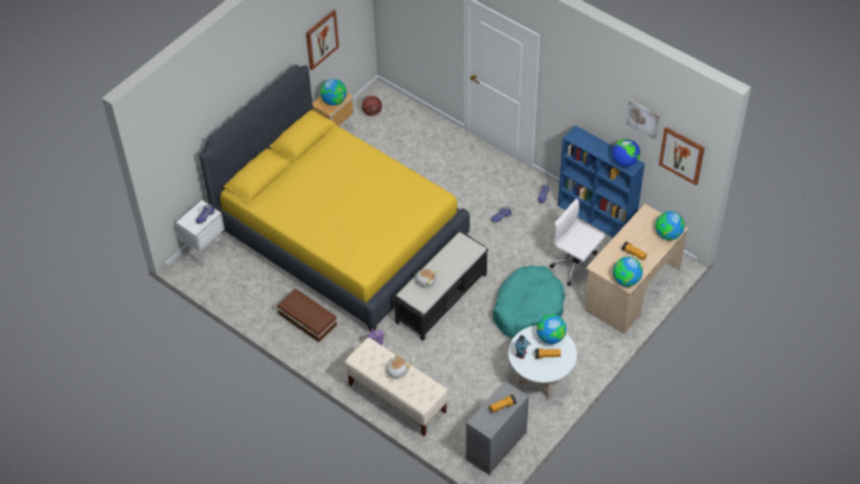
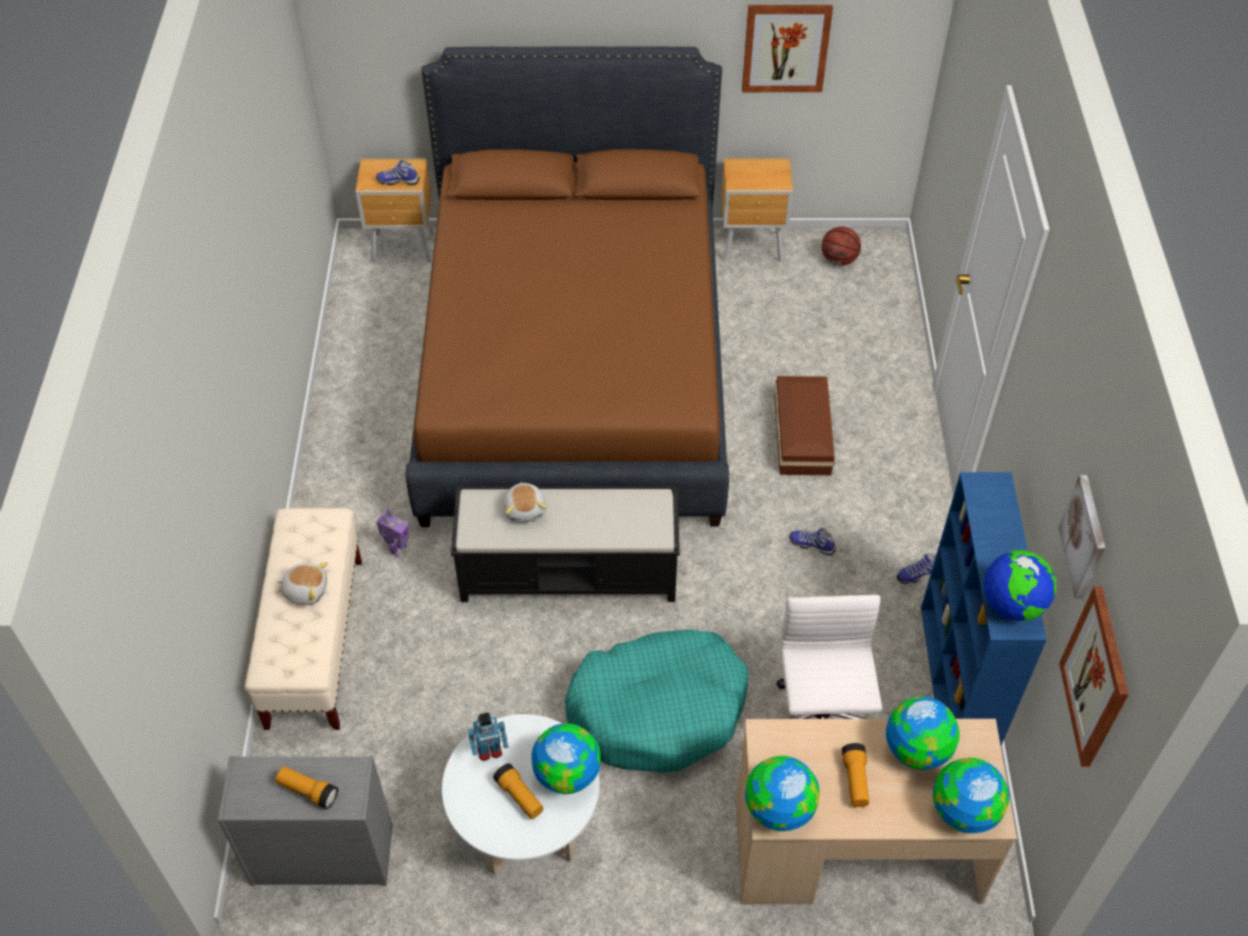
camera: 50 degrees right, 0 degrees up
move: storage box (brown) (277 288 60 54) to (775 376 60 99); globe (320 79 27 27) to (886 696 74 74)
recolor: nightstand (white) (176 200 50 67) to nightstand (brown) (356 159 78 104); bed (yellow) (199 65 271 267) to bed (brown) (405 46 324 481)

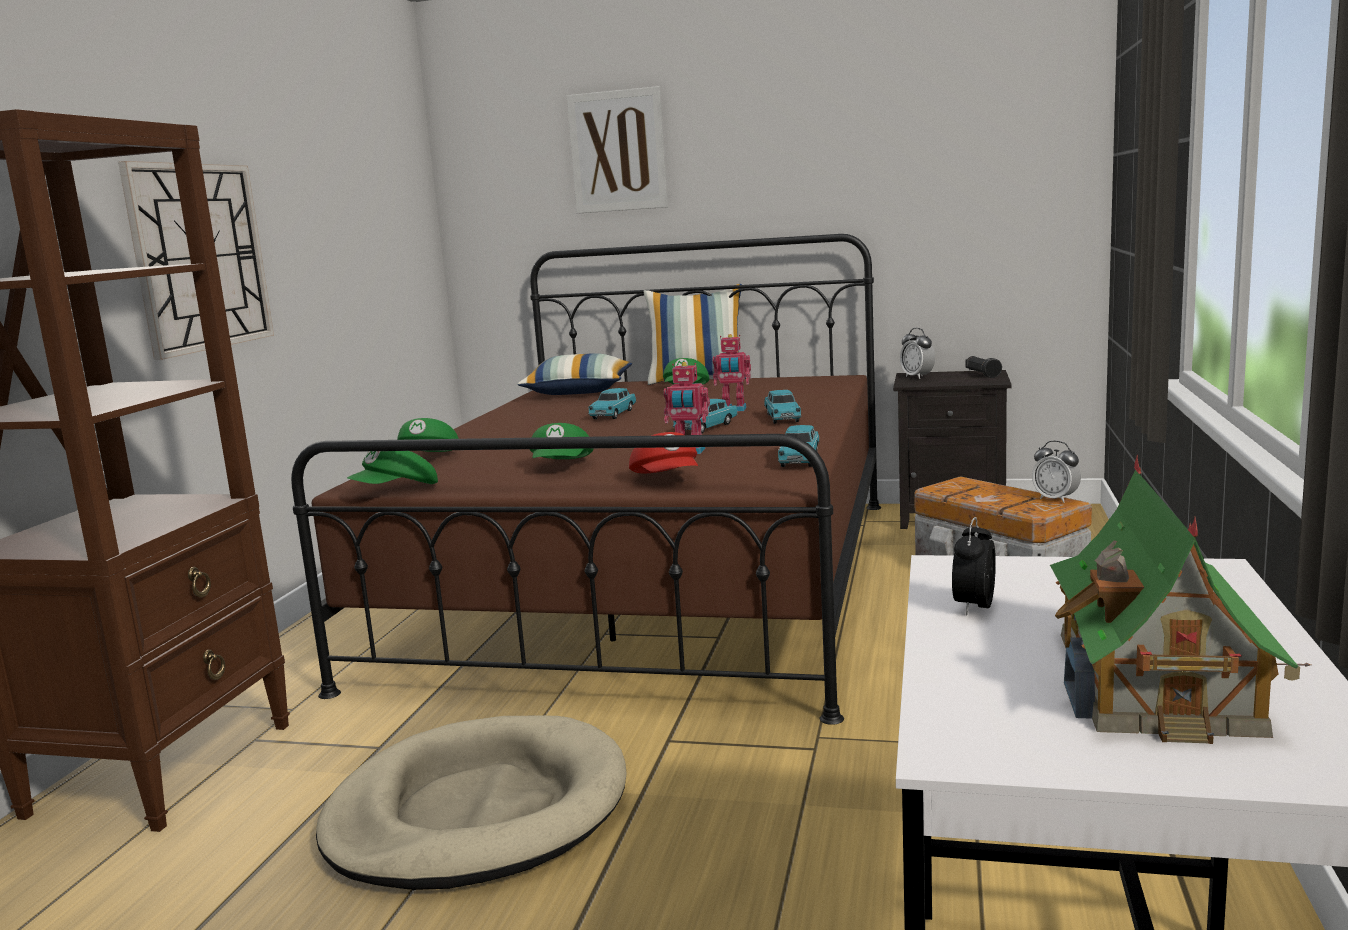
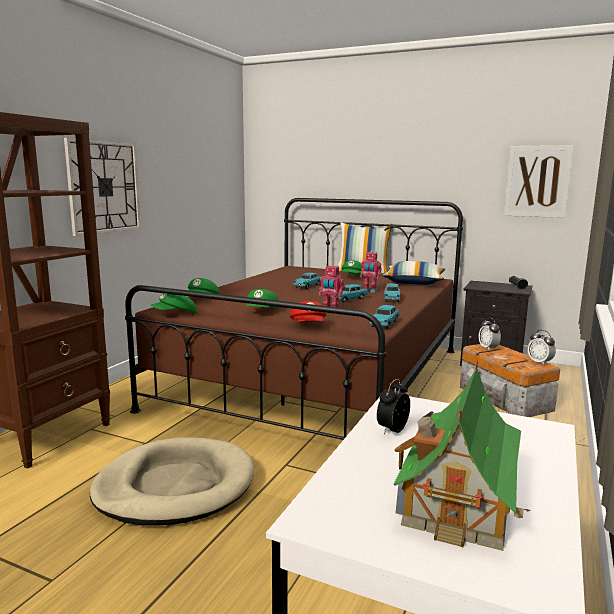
camera: 10 degrees right, 0 degrees up
move: pillow (517 353 115 42) to (383 261 62 24); picture (567 86 101 128) to (504 145 70 73); alarm clock (900 328 35 51) to (479 318 22 32)

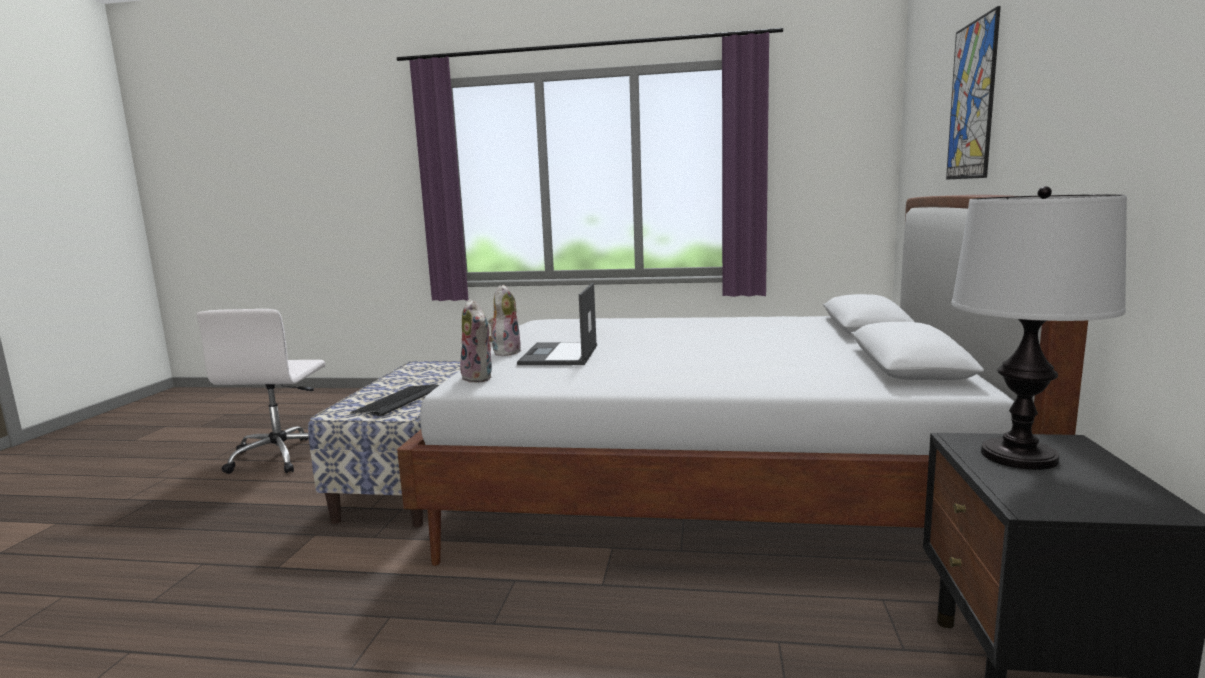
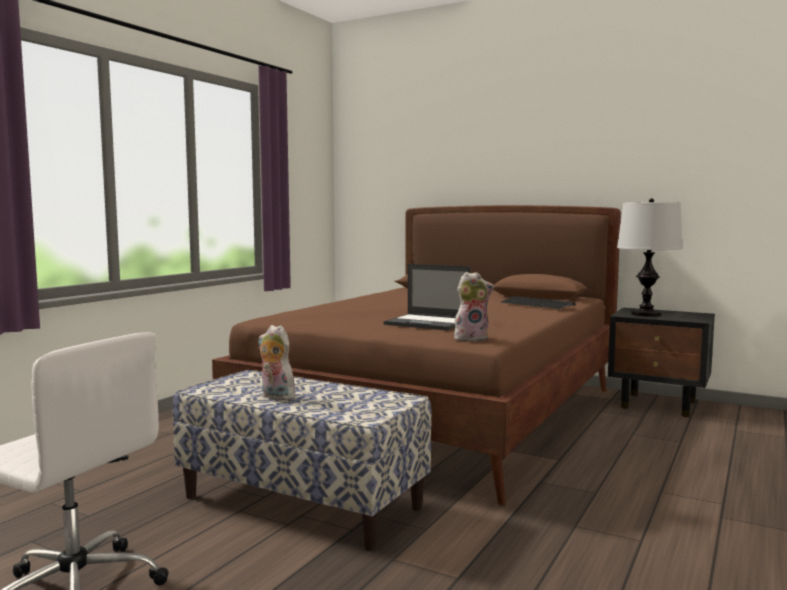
camera: 70 degrees left, 5 degrees down
delete: picture (946 6 55 174)
move: keyboard (350 384 89 32) to (501 296 75 13); plush toy (488 285 34 71) to (258 325 40 75)
recolor: bed (white) (397 195 691 371) to bed (brown) (212 205 409 300)

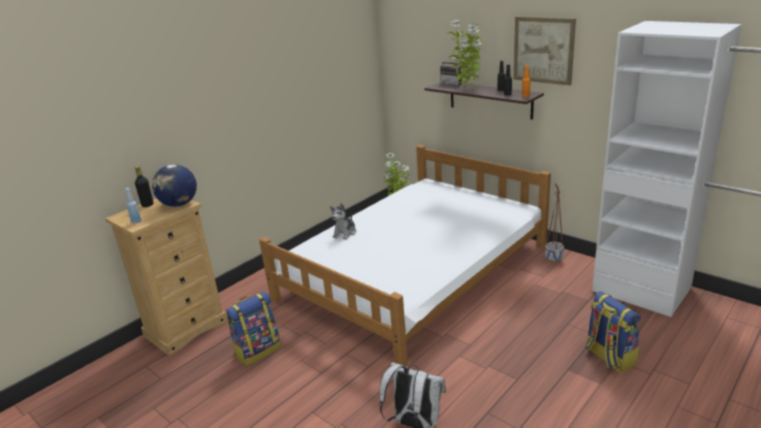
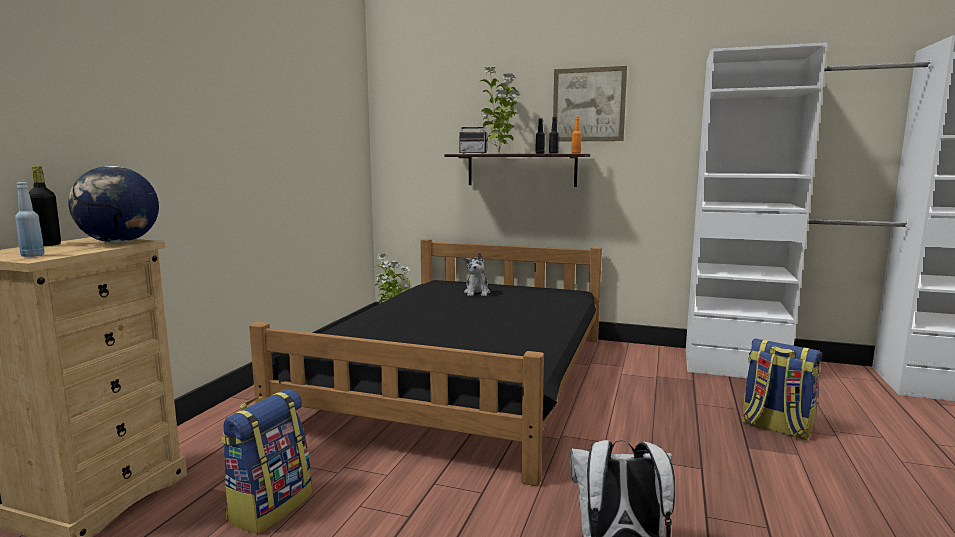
camera: 25 degrees left, 15 degrees down
delete: planter (545 183 19 80)
move: plush toy (330 203 26 37) to (463 252 27 44)
recolor: bed (white) (259 145 292 222) to bed (black) (249 239 353 247)

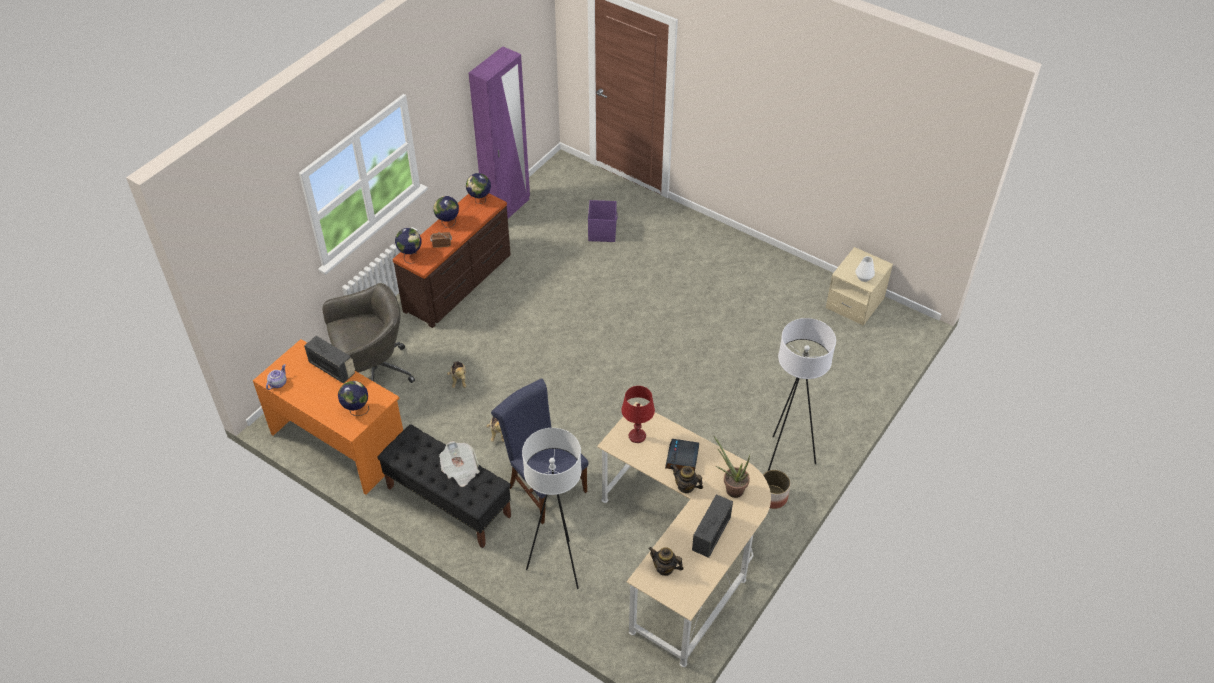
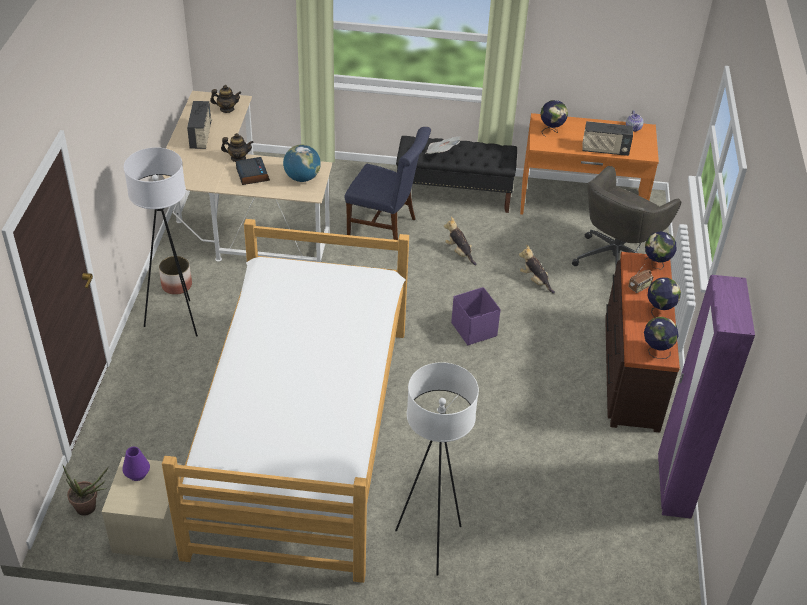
camera: 150 degrees right, 5 degrees down
insert: bed (162 219 247 364)
move: floor lamp (white) (522 428 60 161) to (395 362 84 214); storage box (purple) (588 200 30 42) to (451 287 50 58); potted plant (713 435 37 63) to (63 466 45 50)
replace: table lamp (red) (621 386 34 57) to globe (283 144 38 38)
recolor: vase (white) (855 256 20 26) to vase (purple) (122 447 28 34)

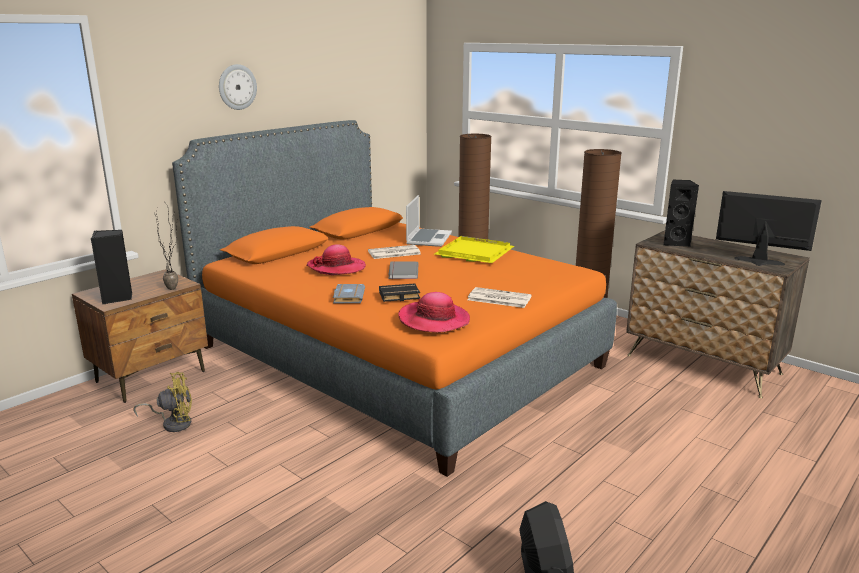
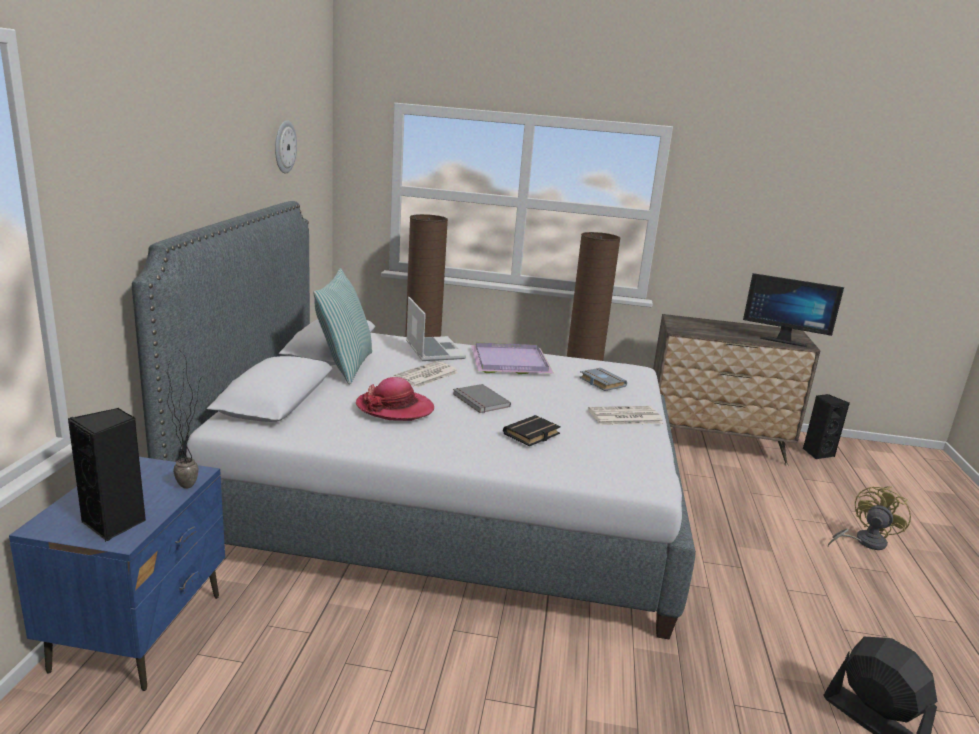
camera: 35 degrees left, 0 degrees up
delete: hat (398 292 72 41)
insert: pillow (313 268 59 116)
move: fan (yellow) (133 372 59 60) to (828 486 83 64); wall clock (219 64 38 46) to (275 120 22 54); book (grey) (333 284 32 19) to (579 368 48 23); speaker (black) (664 180 35 67) to (803 394 47 66)
recolor: nightstand (brown) (72 269 136 134) to nightstand (blue) (9 457 216 234); bed (orange) (172 120 445 357) to bed (grey) (132 201 564 438); tray (yellow) (434 236 80 27) to tray (purple) (471 343 82 31)
rotate: monitor (716 191 106 75) = (743 273 101 74) 150 degrees counterclockwise

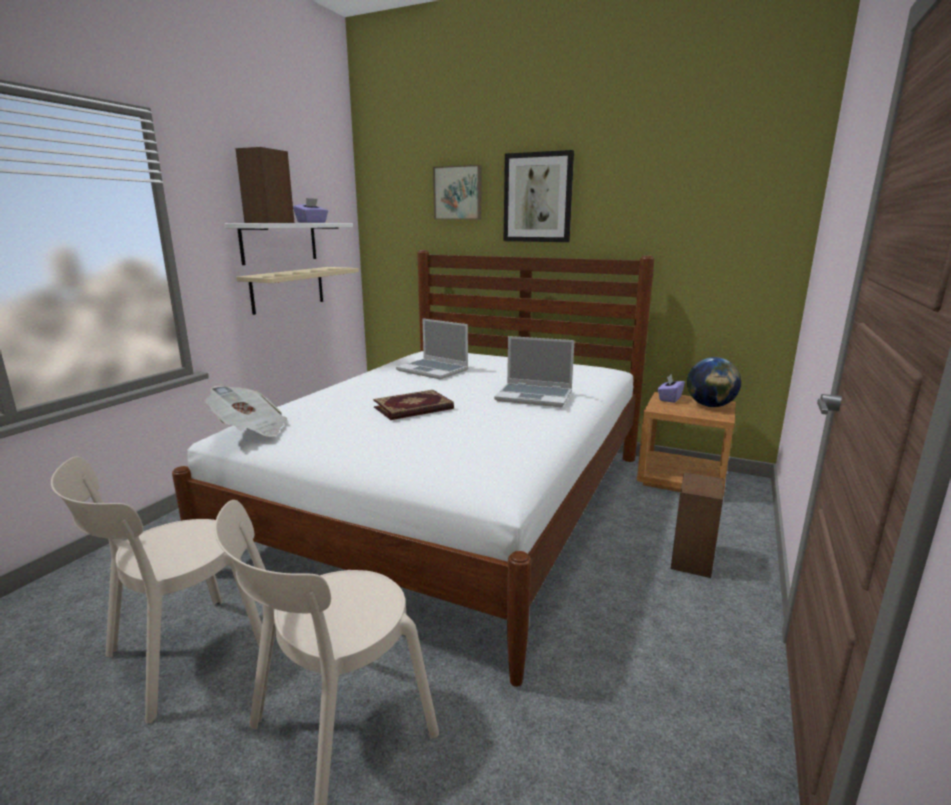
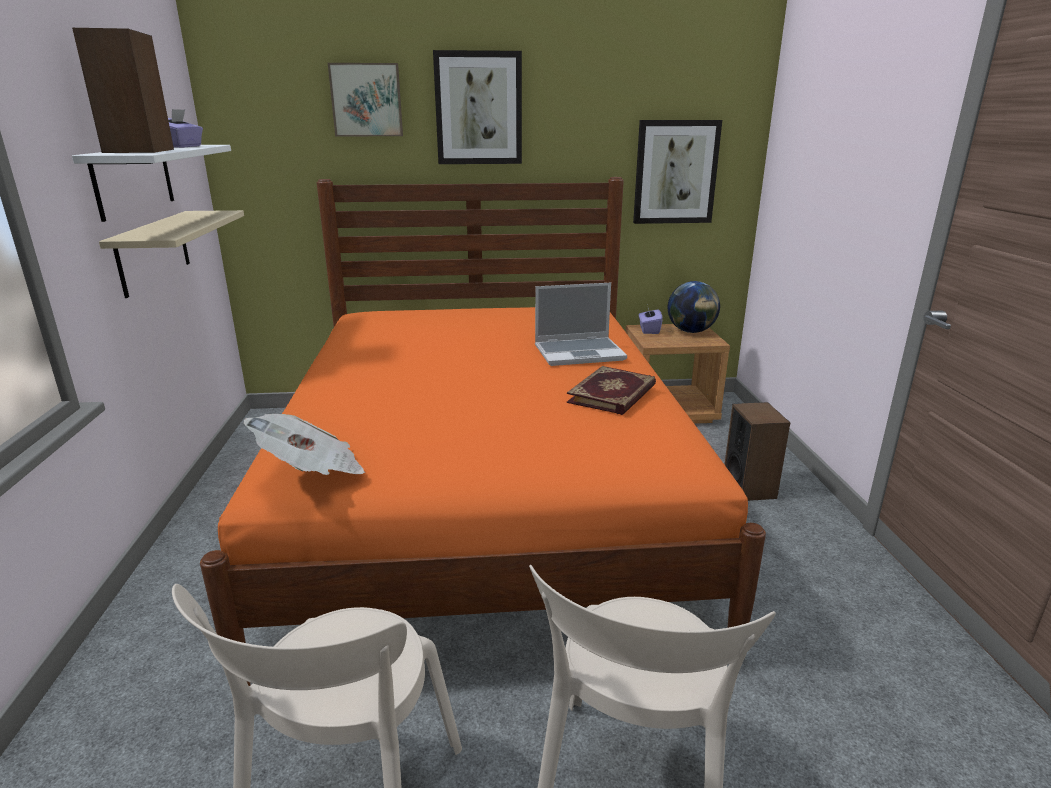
camera: 30 degrees left, 5 degrees up
delete: laptop (396 319 72 60)
insert: picture (633 120 89 104)
move: book (373 390 81 30) to (567 366 89 49)
recolor: bed (white) (172 250 482 437) to bed (orange) (200 177 566 509)

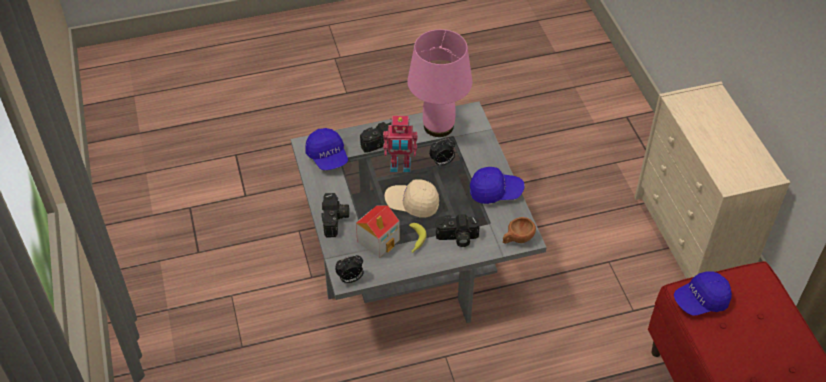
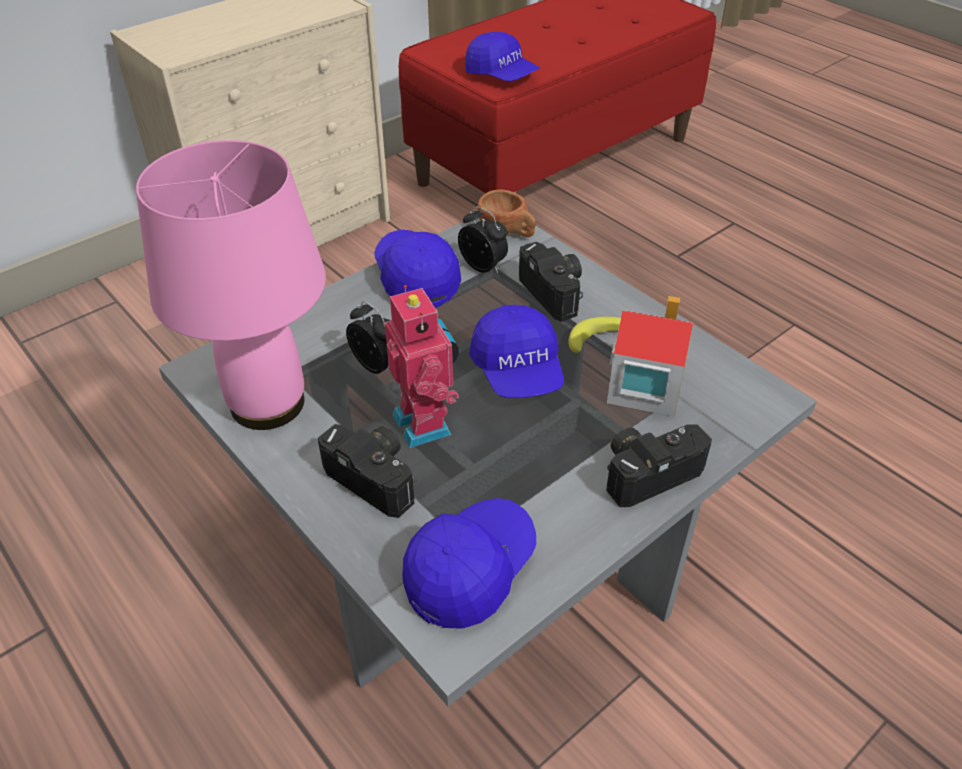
camera: 115 degrees left, 5 degrees down
move: alarm clock (335 255 29 28) to (458 206 50 67)
recolor: cap (beige) (384 179 55 39) to cap (blue) (470 305 94 93)

